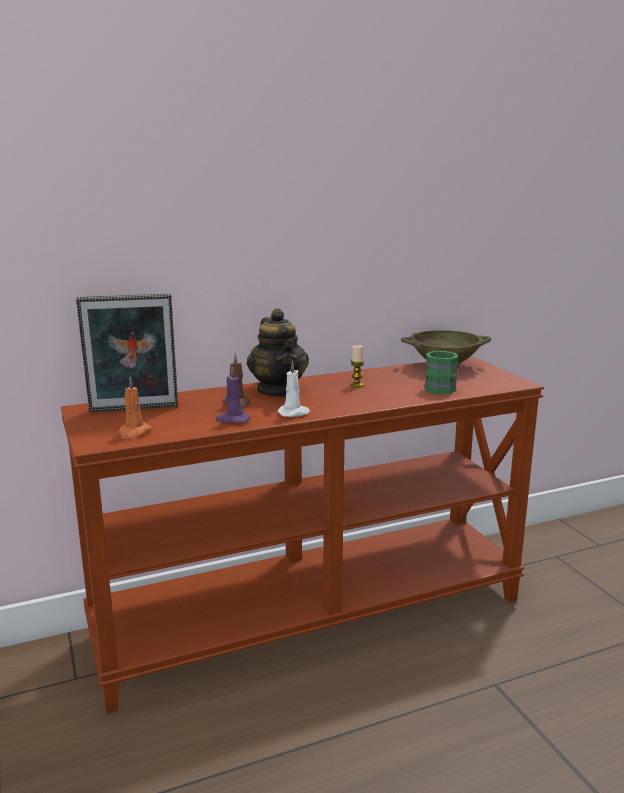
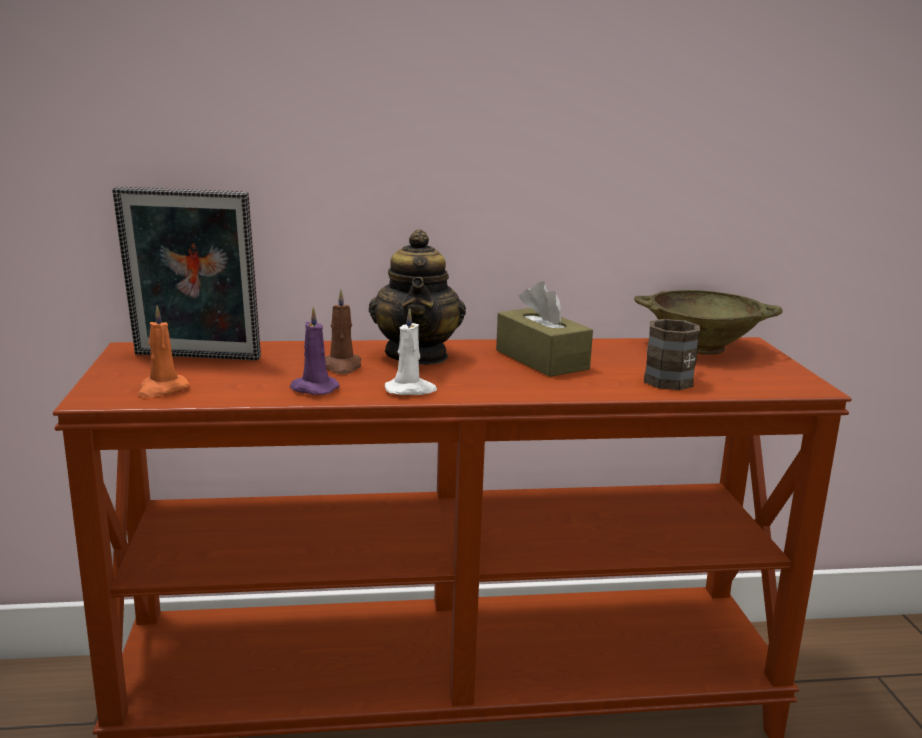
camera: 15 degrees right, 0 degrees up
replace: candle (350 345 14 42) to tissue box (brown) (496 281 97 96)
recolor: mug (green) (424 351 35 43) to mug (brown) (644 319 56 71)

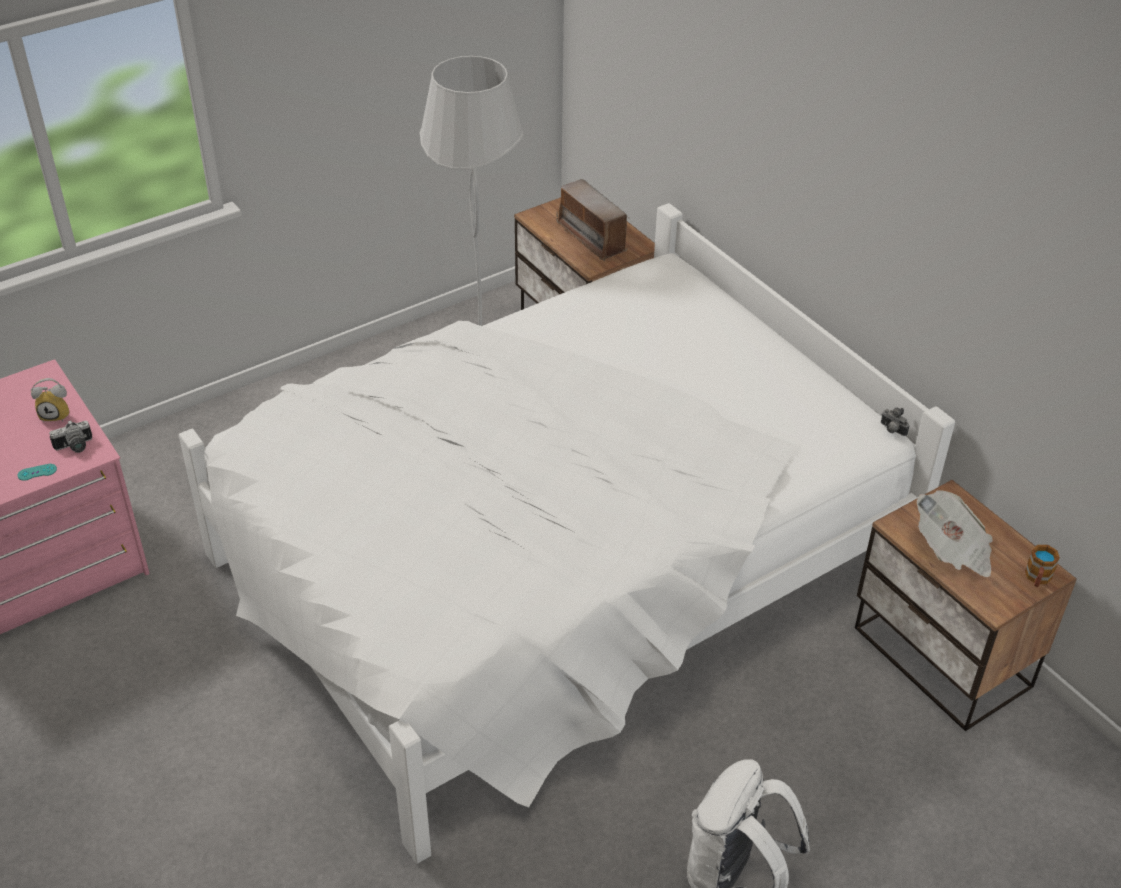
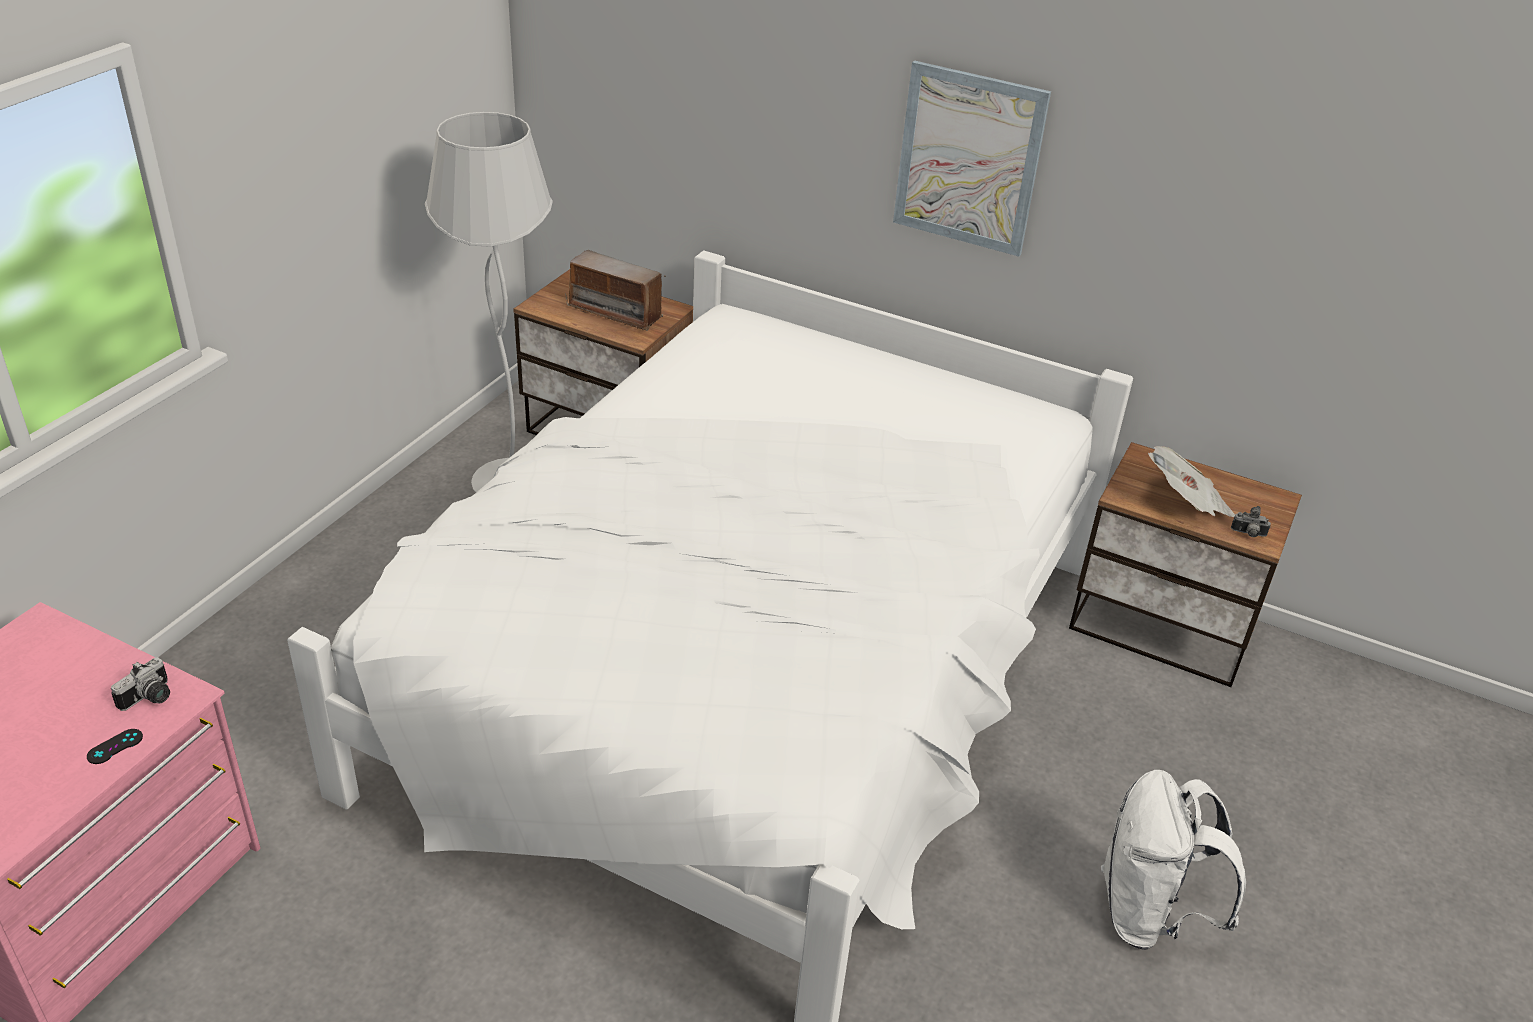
camera: 30 degrees left, 5 degrees down
delete: alarm clock (31 378 38 44); mug (1025 545 35 42)
insert: picture (893 61 158 195)
move: photo camera (881 408 29 28) to (1231 506 40 31)
recolor: game controller (turquoise) (17 464 40 17) to game controller (black) (87 729 56 35)

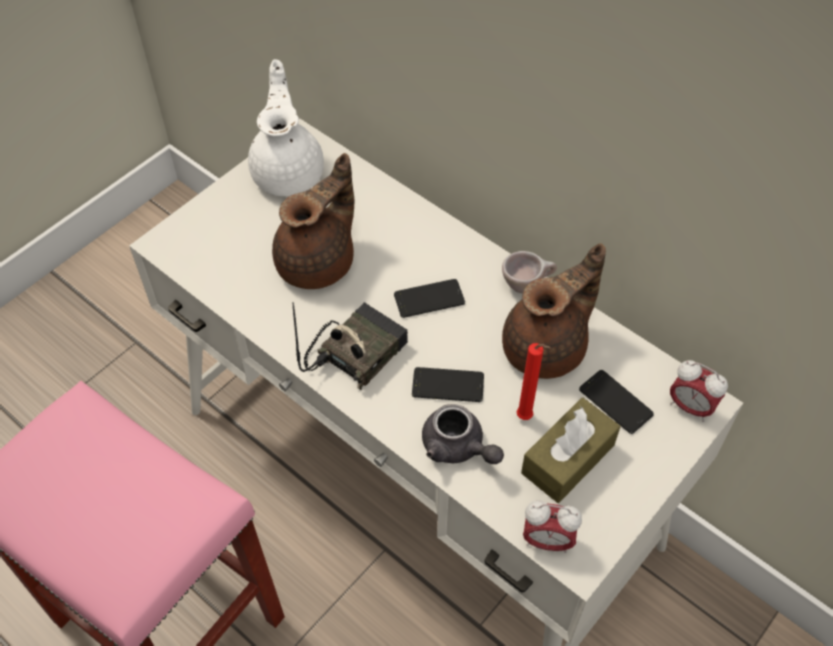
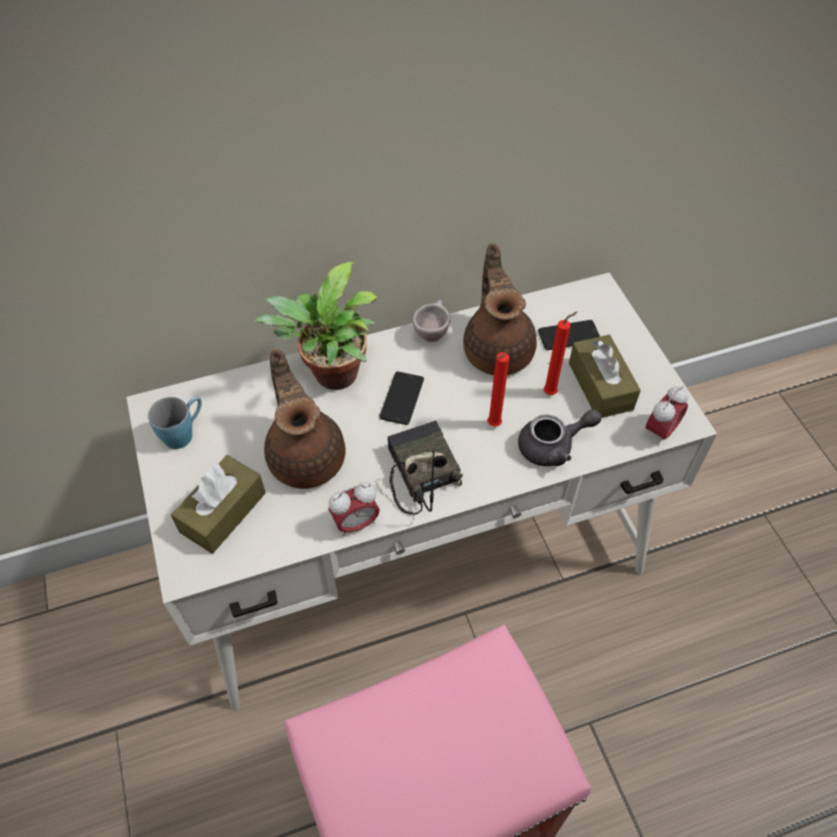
camera: 60 degrees left, 0 degrees up
insert: tissue box (brown) (171 455 95 99); potted plant (254 262 123 128)
move: alarm clock (670 360 58 62) to (328 482 52 54)
replace: teapot (white) (248 59 76 137) to mug (blue) (148 396 54 53); phone (412 367 72 35) to candle (red) (487 352 22 75)

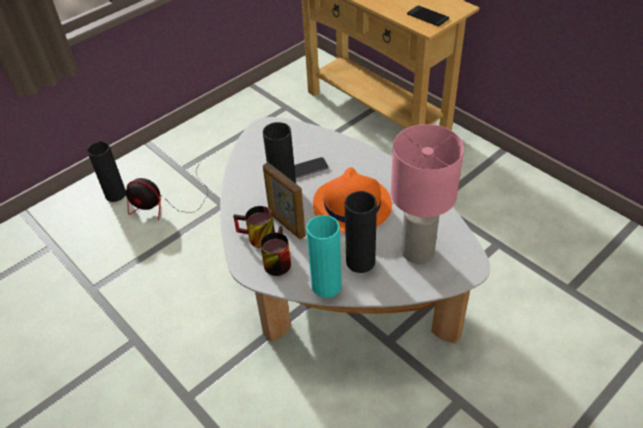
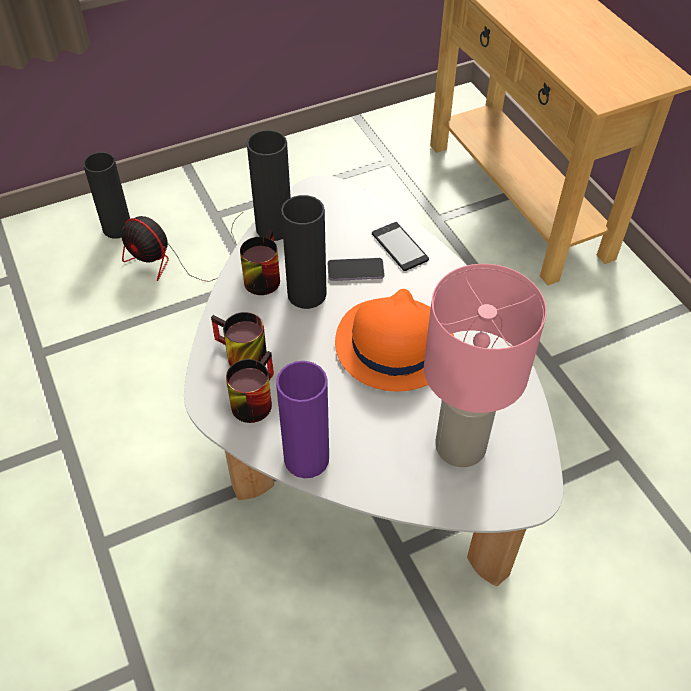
camera: 15 degrees right, 5 degrees up
delete: picture frame (263 162 43 77)
insert: mug (240 230 40 65)
move: vase (black) (345 191 32 82) to (247 130 44 111); phone (407 5 42 21) to (372 222 57 49)
recolor: vase (turquoise) (306 215 36 83) to vase (purple) (276 361 53 117)

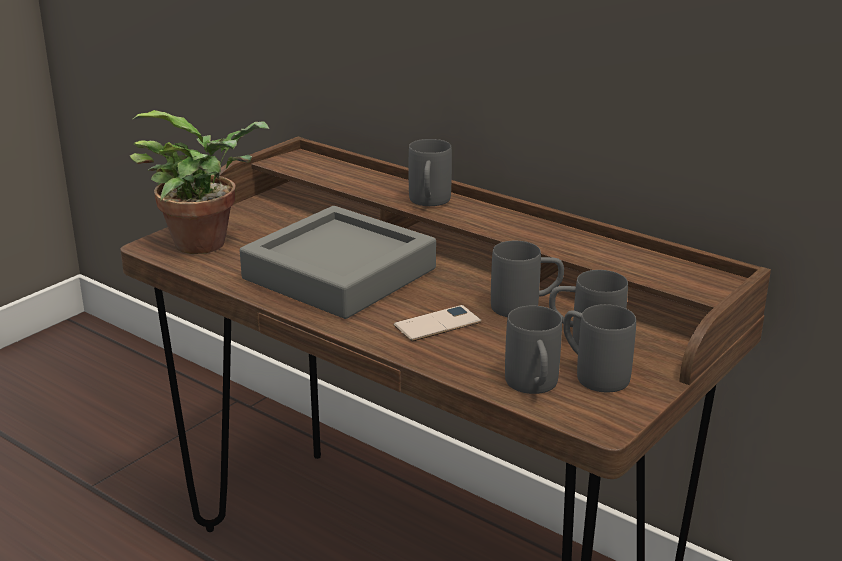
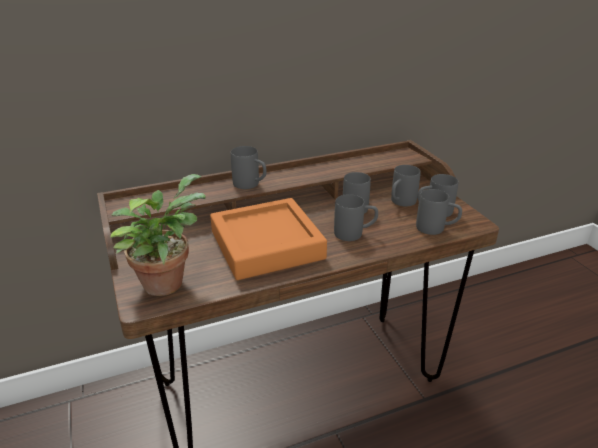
camera: 60 degrees left, 5 degrees up
replace: phone (394 305 88 36) to mug (grey) (334 194 44 47)
recolor: tray (grey) (240 206 196 113) to tray (orange) (210 198 117 82)

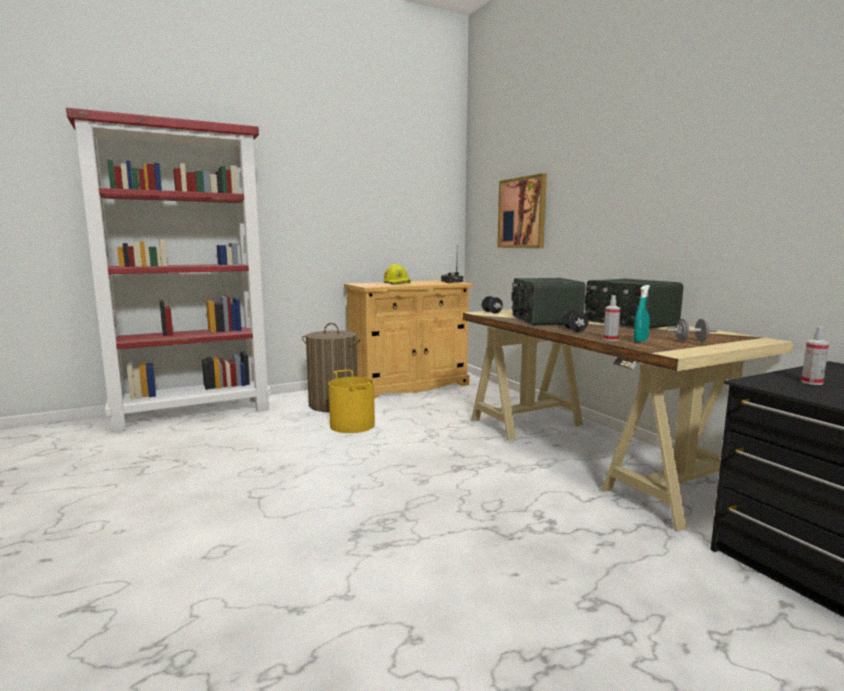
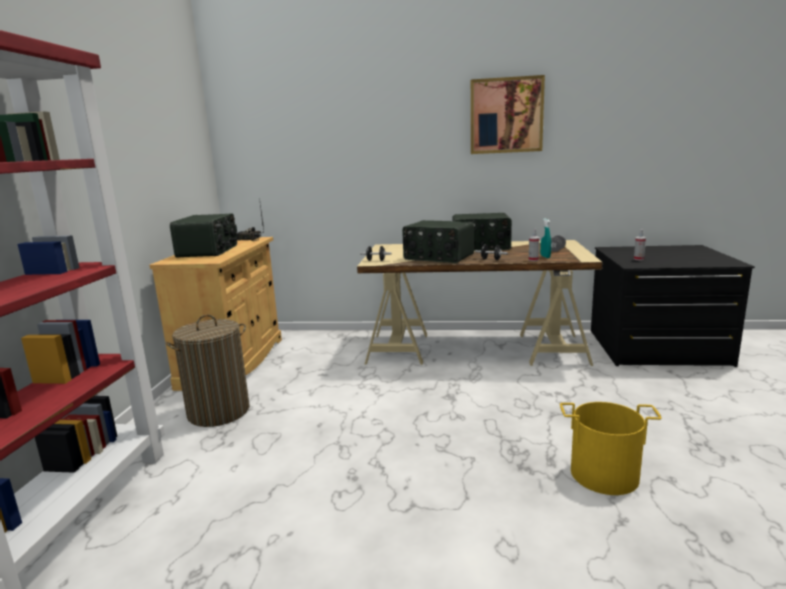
camera: 55 degrees left, 5 degrees up
move: bucket (yellow) (328 370 47 63) to (560 402 102 93); picture (497 173 50 75) to (471 75 74 79)
replace: hard hat (yellow) (384 264 27 21) to radio (170 213 67 45)

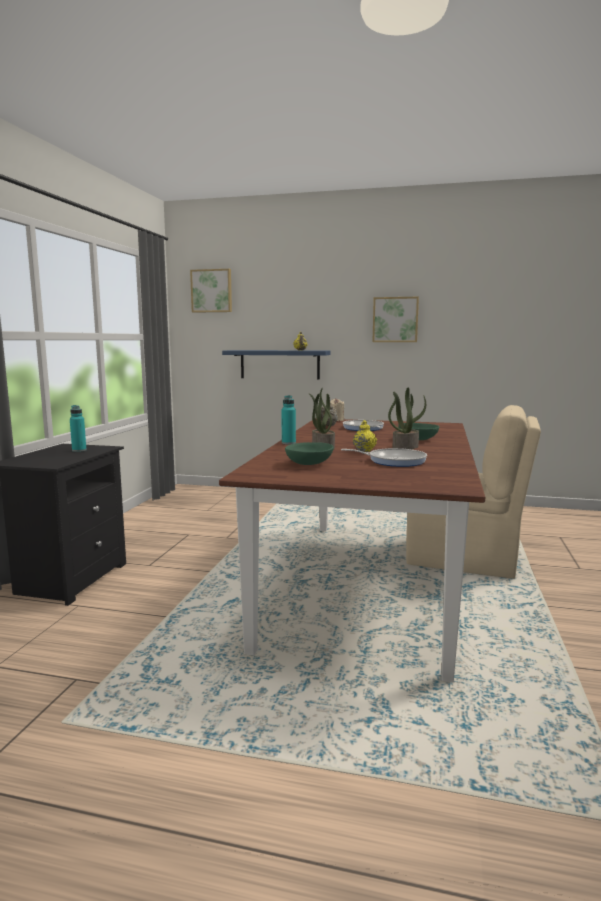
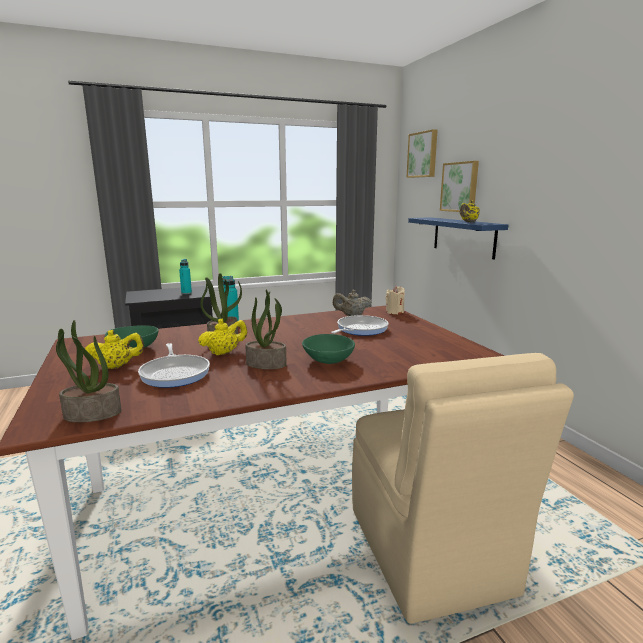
camera: 55 degrees right, 5 degrees up
insert: potted plant (56 320 65 102); teapot (yellow) (85 330 59 39)
move: picture (372 297 47 45) to (440 161 39 51)

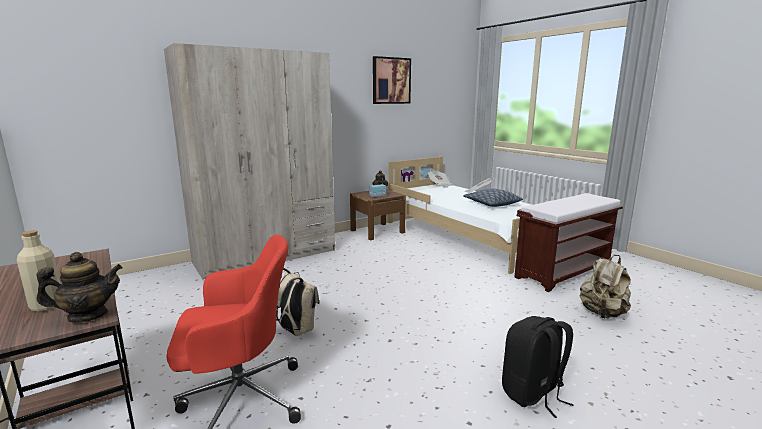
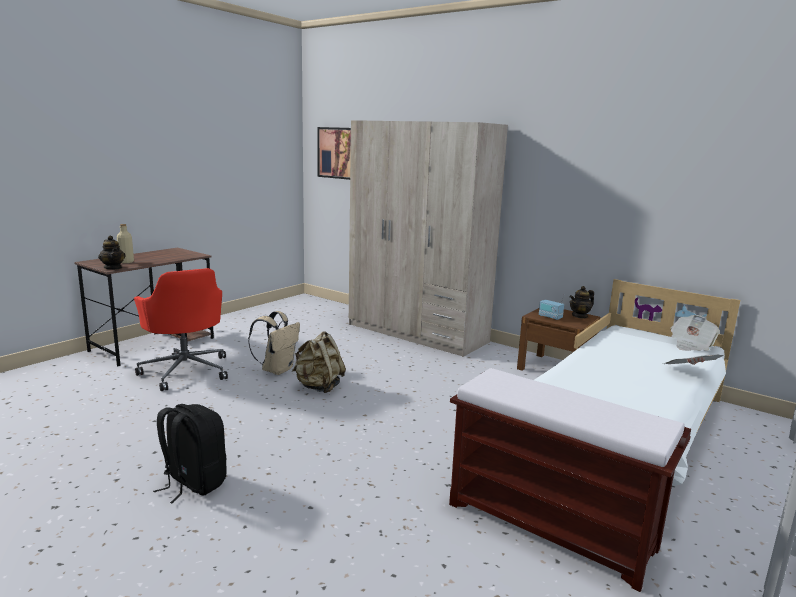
camera: 70 degrees right, 0 degrees up
delete: pillow (463 189 60 18)
move: picture (373 56 38 48) to (317 127 34 53); backpack (beige) (580 255 51 63) to (292 331 54 62)

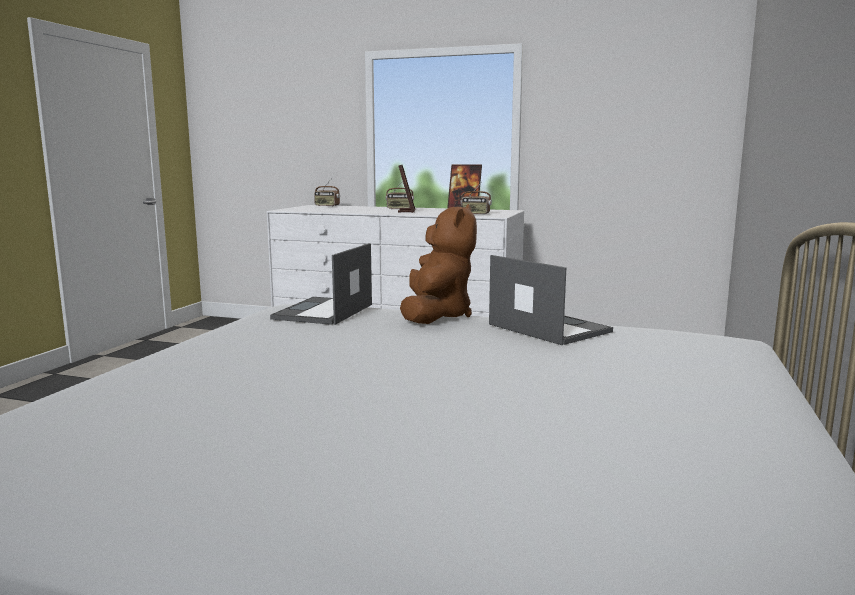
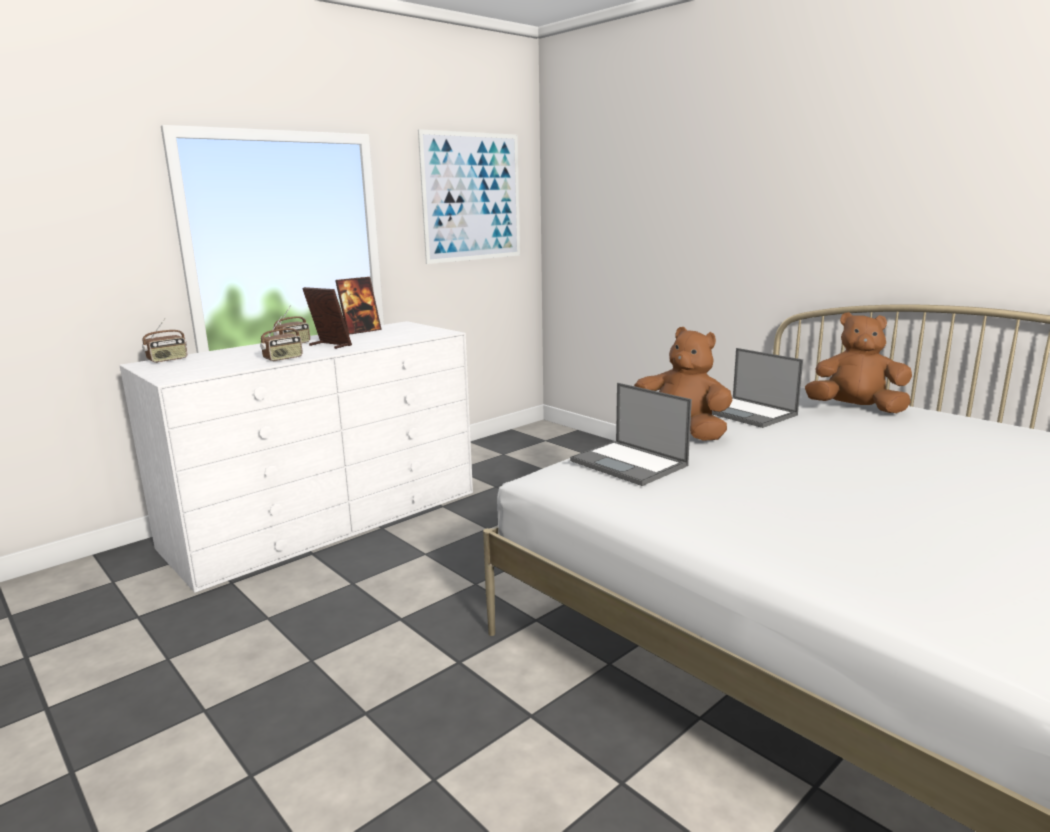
camera: 60 degrees left, 5 degrees up
insert: picture (418 129 102 135); plush toy (brown) (805 312 107 101)
move: radio (460 182 32 33) to (260 316 43 46)
rotate: laptop (489 255 124 90) = (712 348 91 80) 120 degrees counterclockwise

